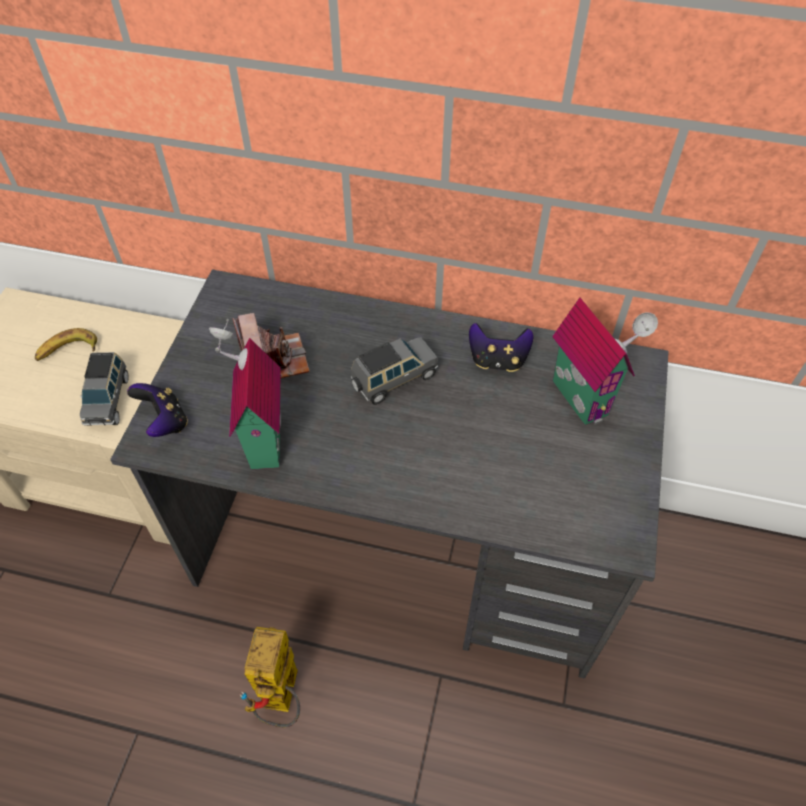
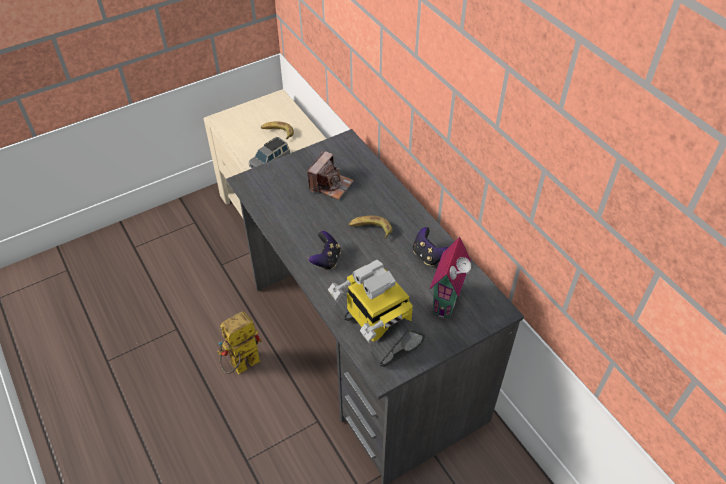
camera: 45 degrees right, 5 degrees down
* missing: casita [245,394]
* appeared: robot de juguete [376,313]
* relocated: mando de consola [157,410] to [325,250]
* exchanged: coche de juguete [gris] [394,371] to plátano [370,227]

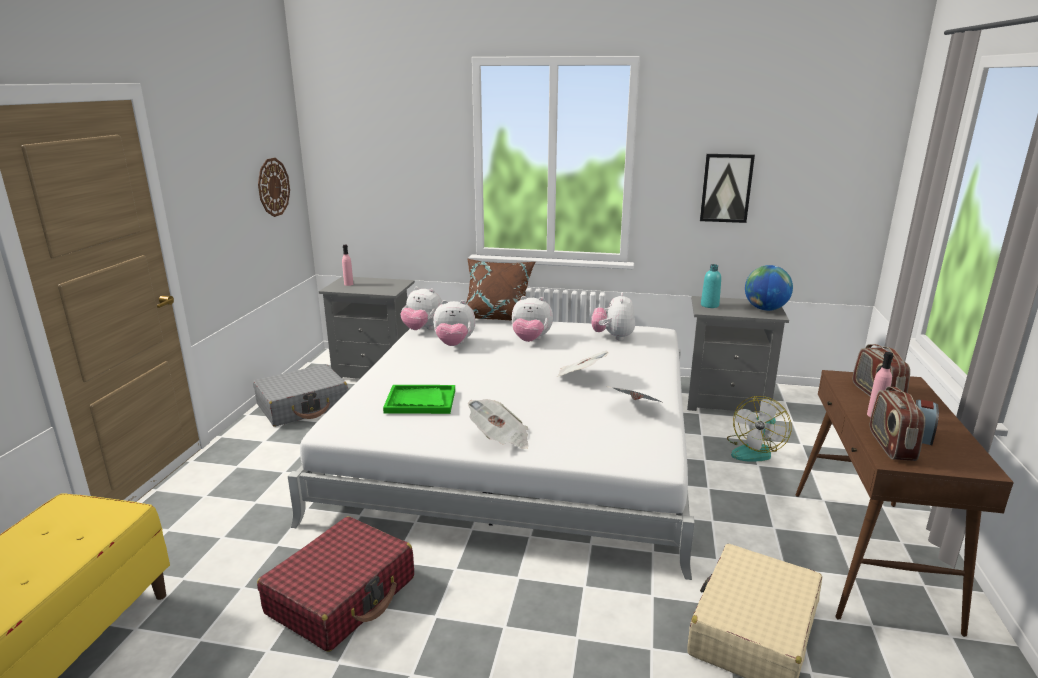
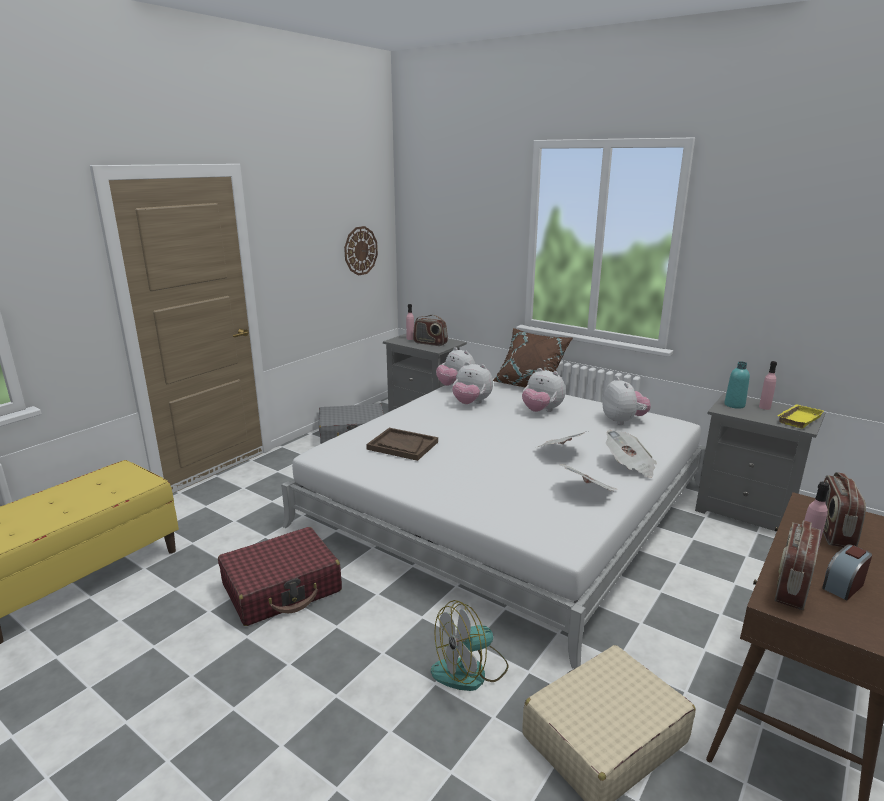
camera: 25 degrees right, 0 degrees up
* missing: cuadro [727,188]
* appeared: radio [430,330]
* appeared: botella [rosa] [768,385]
* relocated: periódico [498,424] to [631,454]
* relocated: ventilador [759,429] to [469,645]
* exchanged: globo terráqueo [769,288] to bandeja [amarillo] [800,416]
* colour: bandeja [verde] [419,399] to bandeja [marrón] [402,444]
* spun: peluche [613,316] = [626,401] 135 degrees clockwise

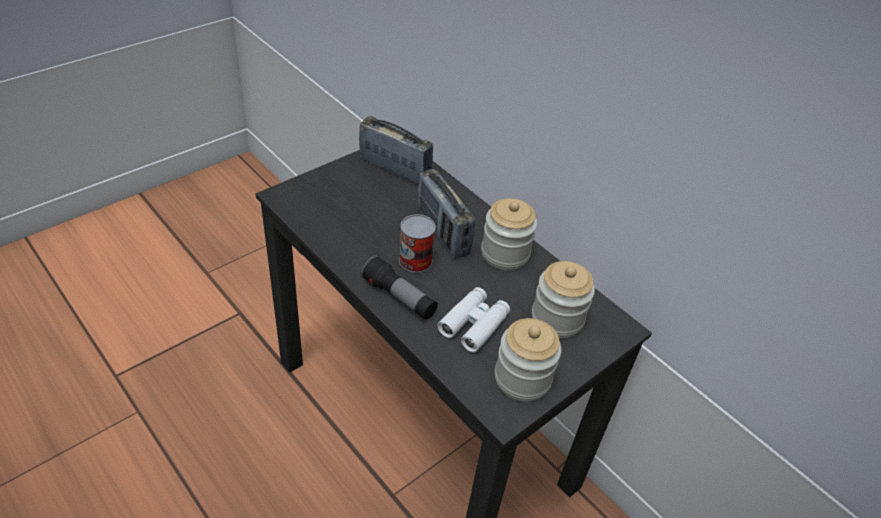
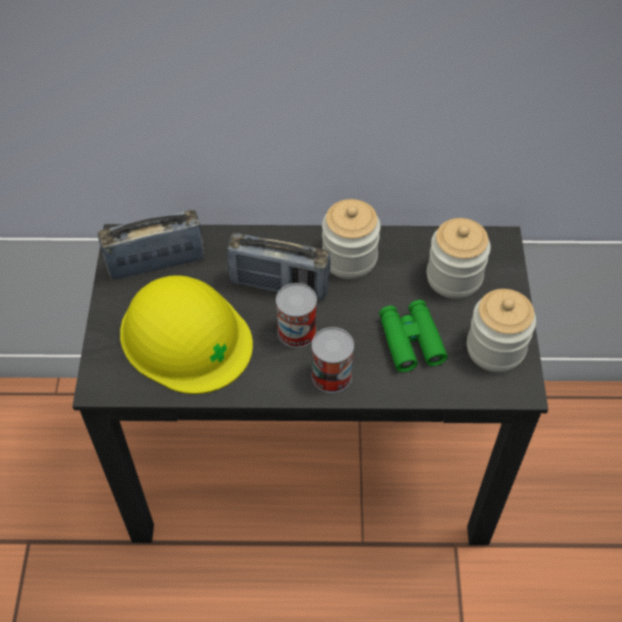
camera: 45 degrees left, 10 degrees up
* appeared: casco [amarillo] [186,334]
* exchanged: linterna [399,287] to lata [333,360]
* colour: prismáticos [blanco] [473,319] to prismáticos [verde] [413,336]

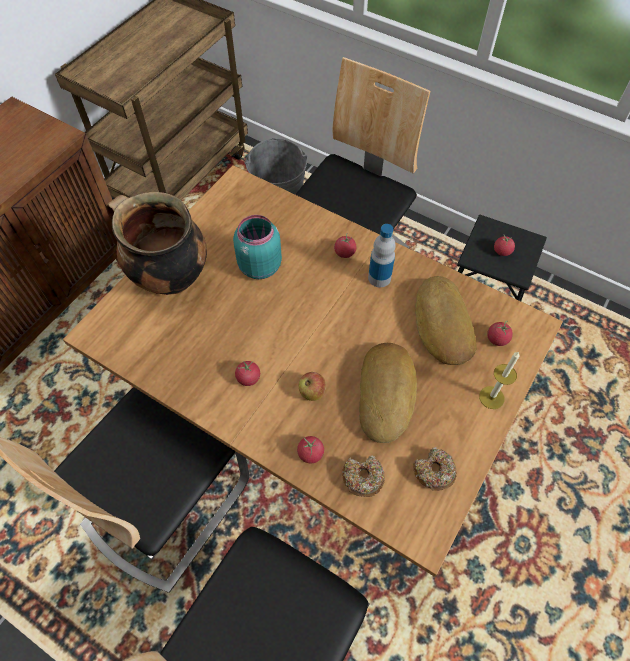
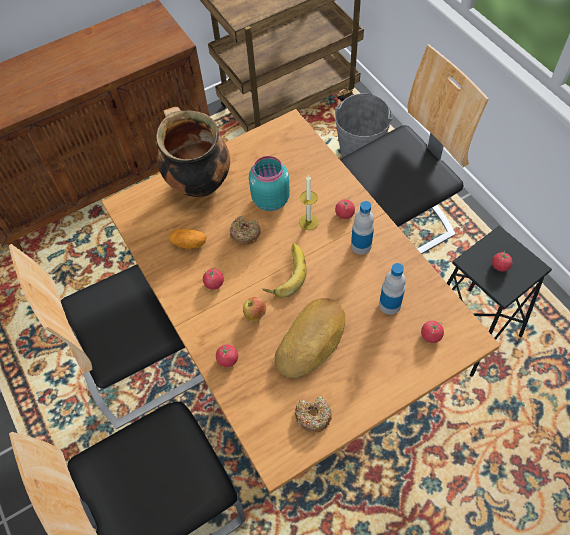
camera: 30 degrees right, 0 degrees up
* appeared: patata [188,239]
* appeared: plátano [284,270]
* relocated: rosquilla [363,476] to [245,230]
* relocated: vela [499,380] to [309,202]
* exchanged: pan [446,320] to botella [392,289]

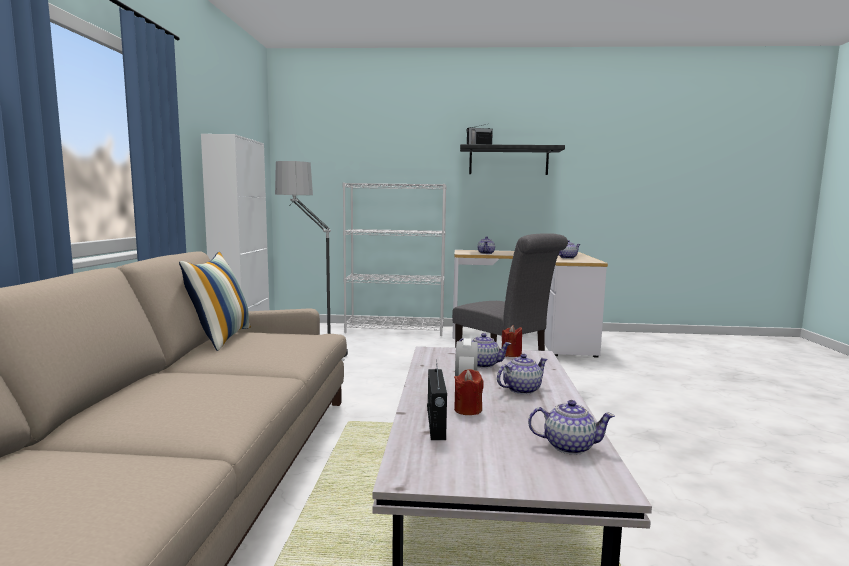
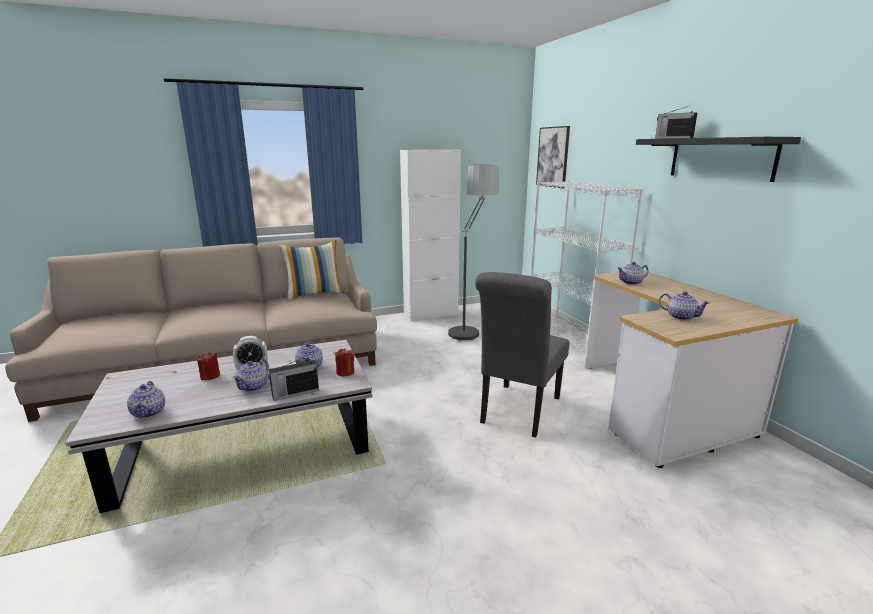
camera: 65 degrees right, 10 degrees up
* appeared: cuadro [553,157]
* relocated: radio [437,400] to [293,378]
* spun: tetera [522,374] = [251,375] 75 degrees clockwise

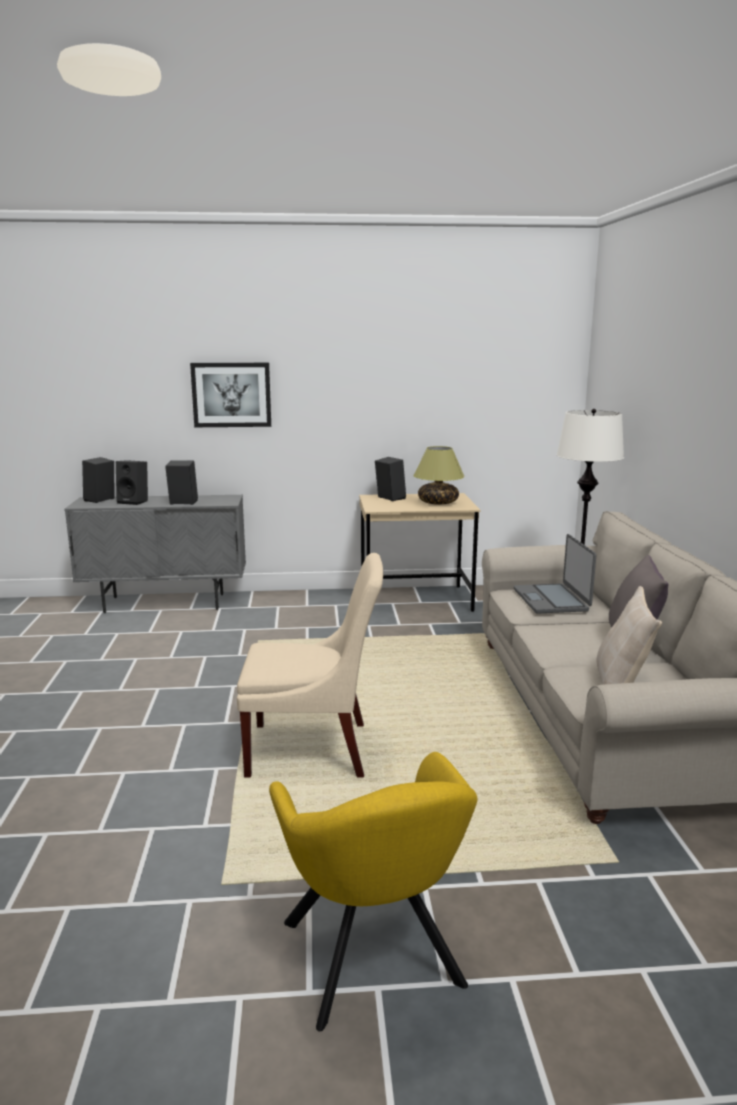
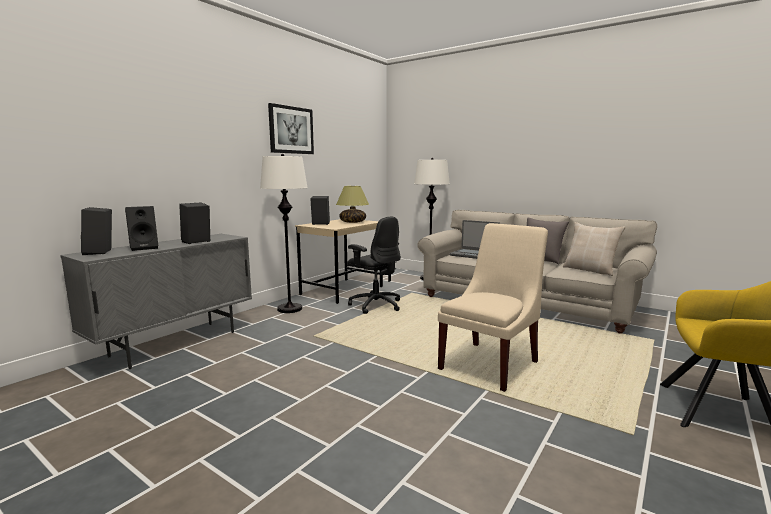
camera: 50 degrees left, 5 degrees down
* appeared: lámpara de pie [blanco] [284,233]
* appeared: silla de oficina [negro] [374,265]
* relocated: cuadro [230,395] to [291,128]

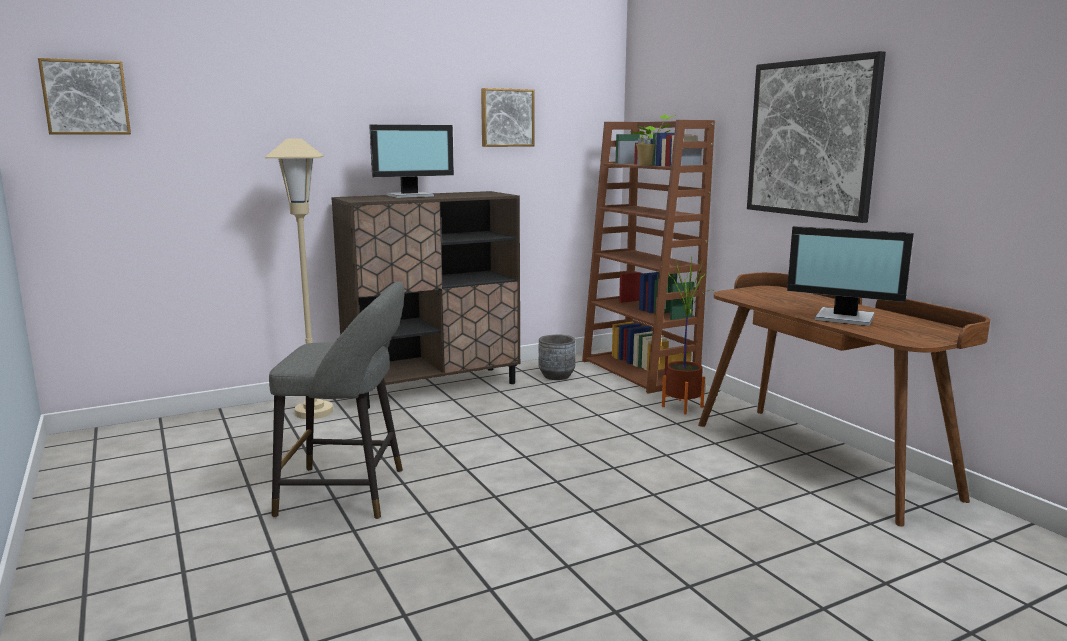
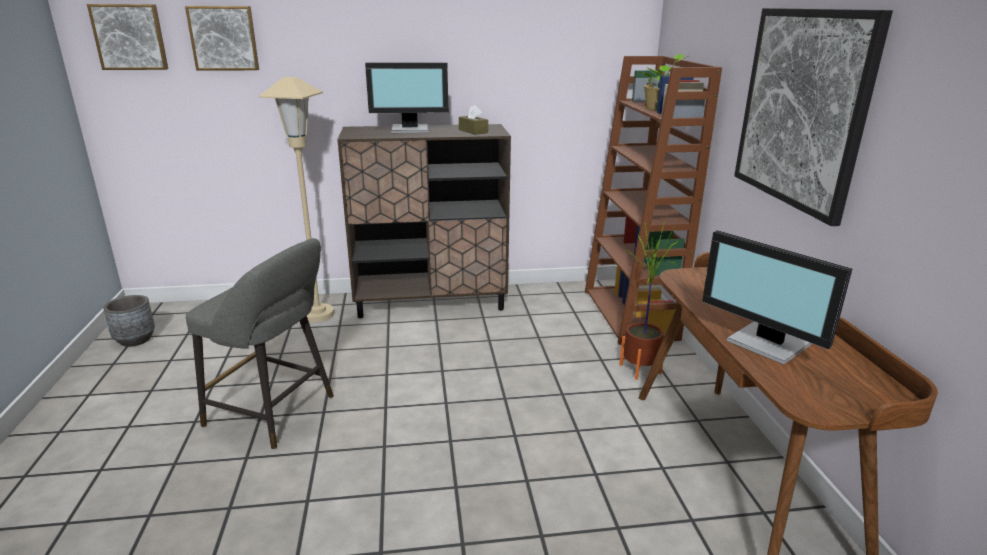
camera: 20 degrees right, 10 degrees up
* appeared: caja de pañuelos [marrón] [473,120]
* relocated: cuadro [507,117] to [222,38]
* relocated: maceta [gris] [557,357] to [129,321]

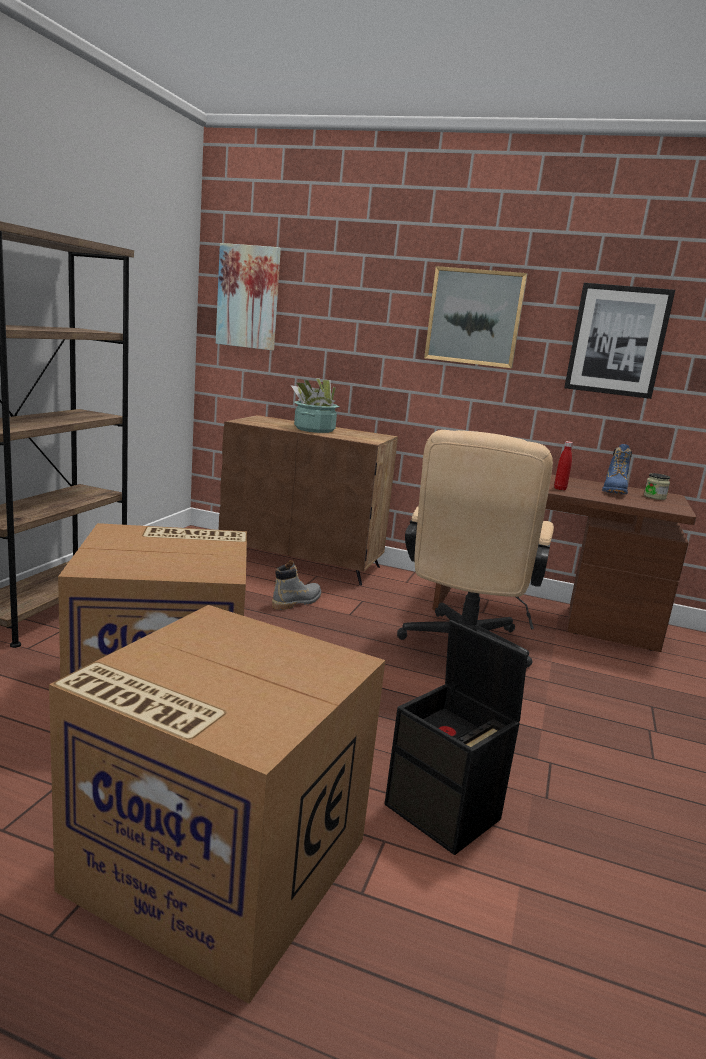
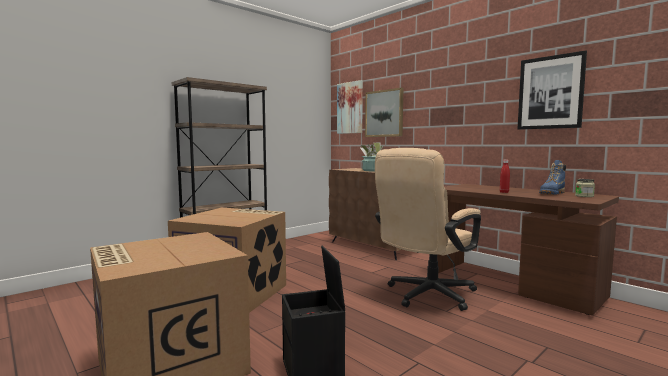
camera: 30 degrees right, 10 degrees down
* missing: bota [gris] [296,585]
* relocated: cuadro [475,317] to [384,112]

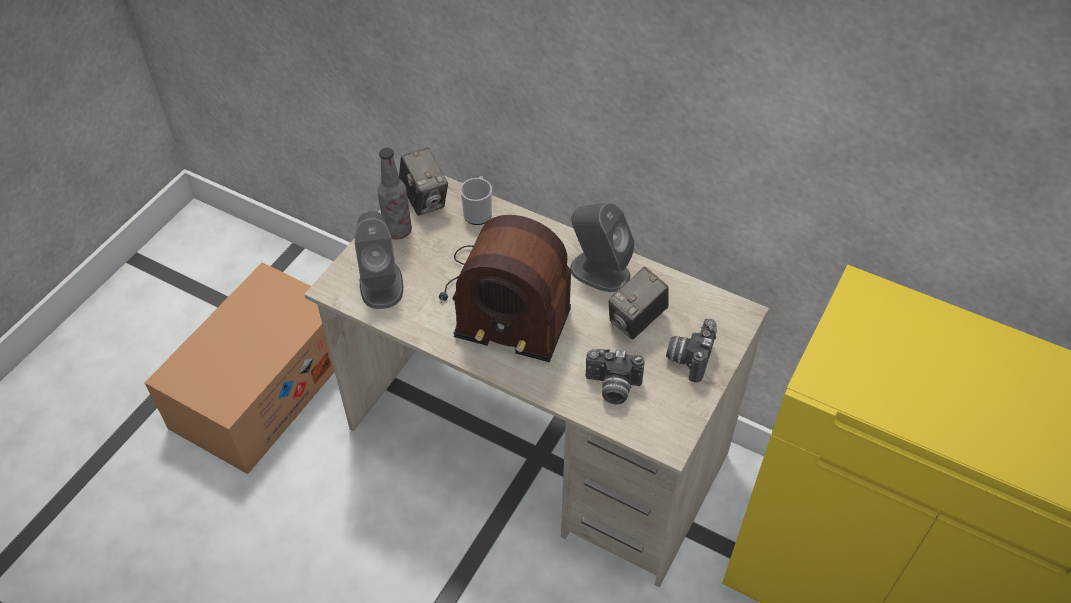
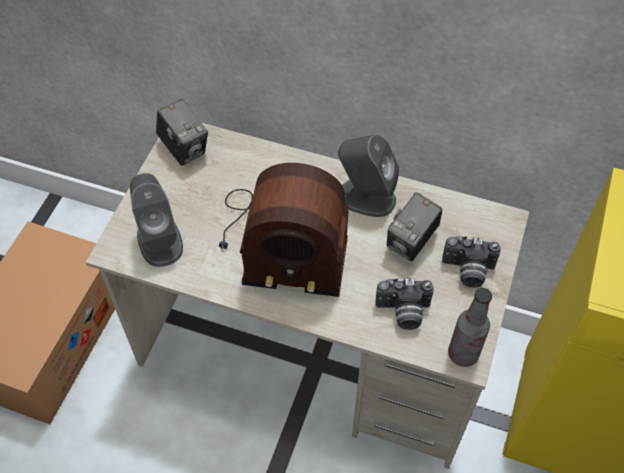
camera: 10 degrees left, 5 degrees up
* missing: taza grande [476,200]
* relocated: botella [394,194] to [470,327]
* spun: cámara [691,351] = [471,262] 90 degrees counterclockwise

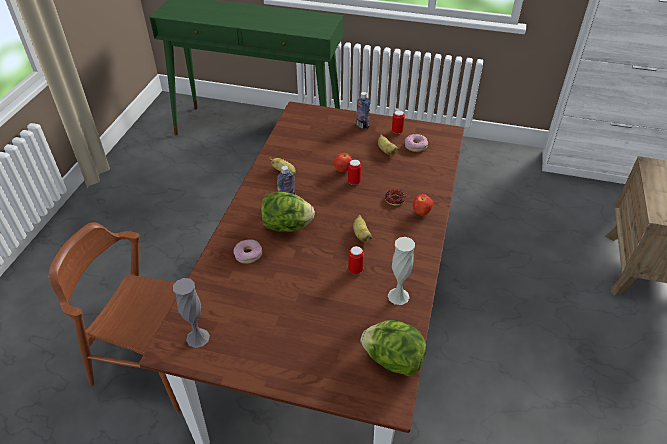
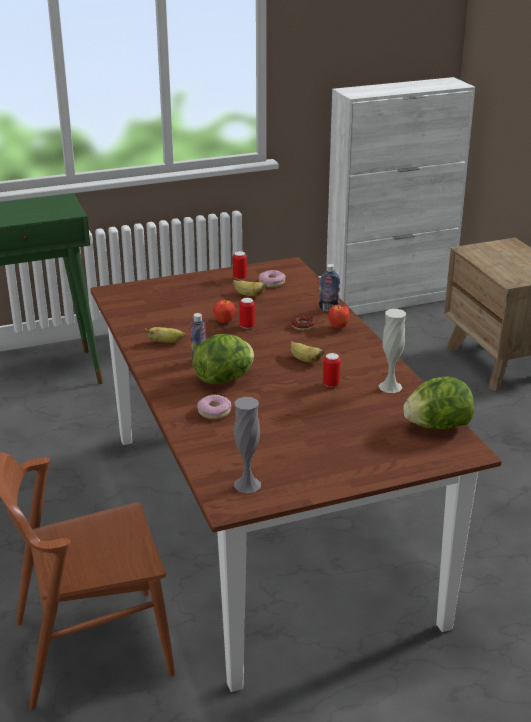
camera: 35 degrees left, 15 degrees down
* relocated: botella [363,110] to [329,287]

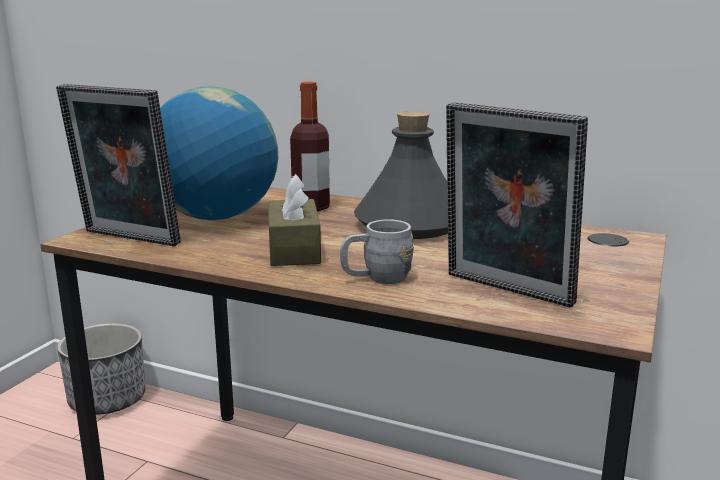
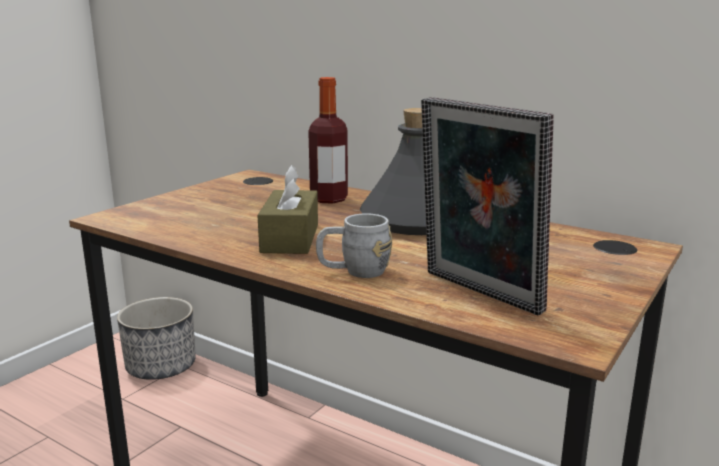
camera: 10 degrees right, 0 degrees up
* missing: portarretratos [118,165]
* missing: globo terráqueo [219,153]

